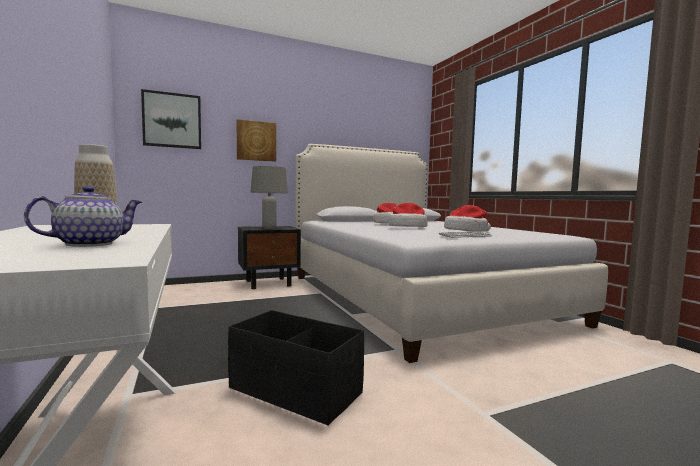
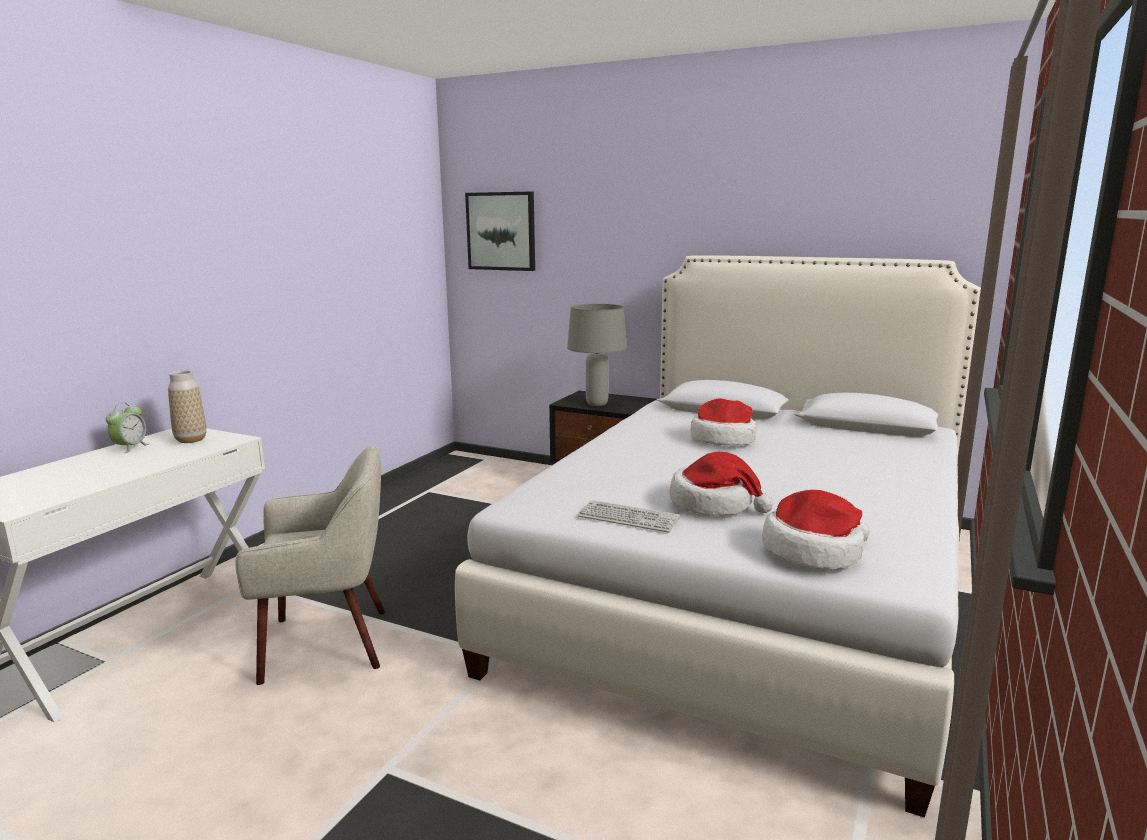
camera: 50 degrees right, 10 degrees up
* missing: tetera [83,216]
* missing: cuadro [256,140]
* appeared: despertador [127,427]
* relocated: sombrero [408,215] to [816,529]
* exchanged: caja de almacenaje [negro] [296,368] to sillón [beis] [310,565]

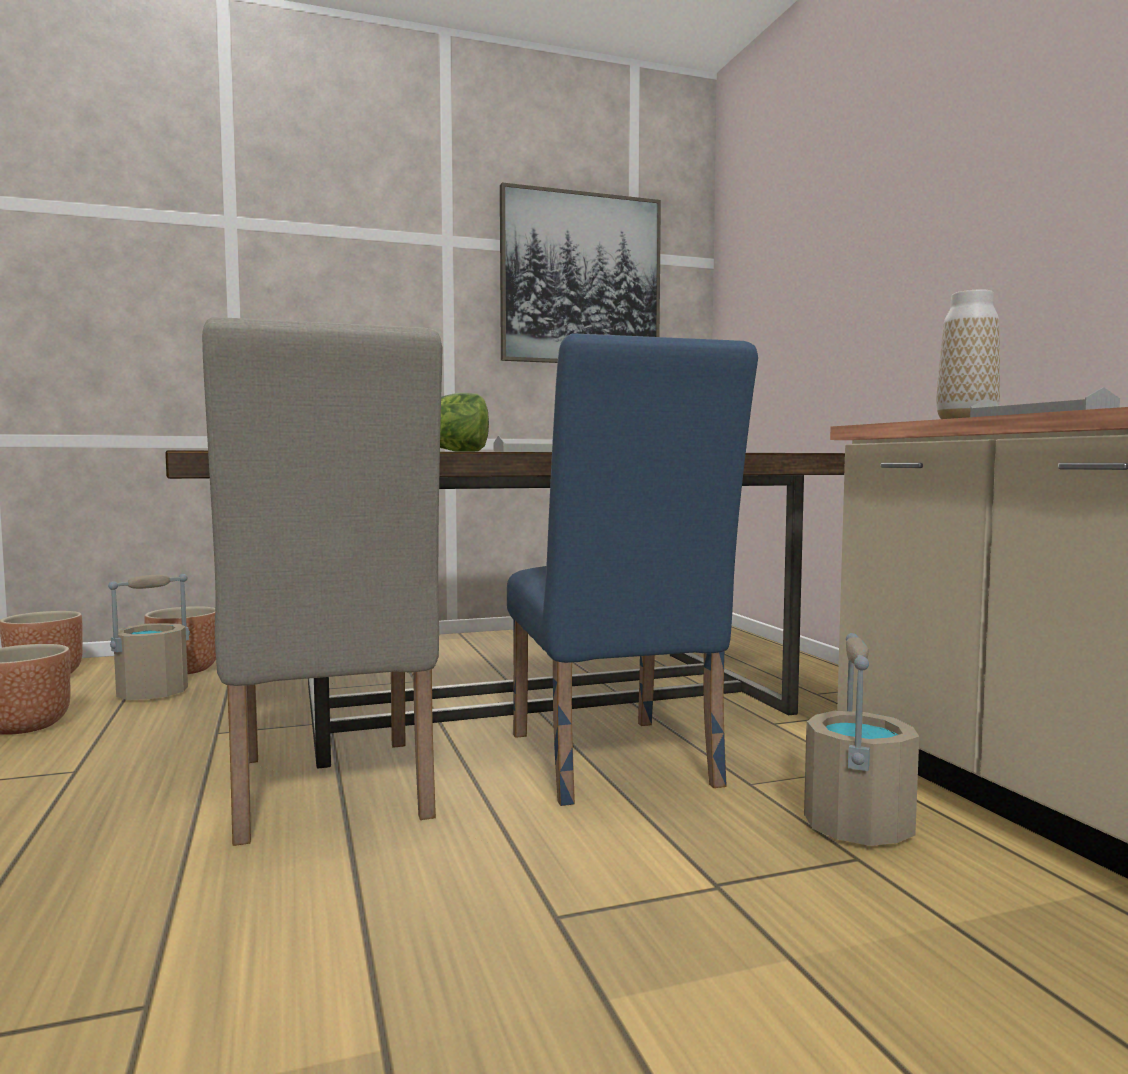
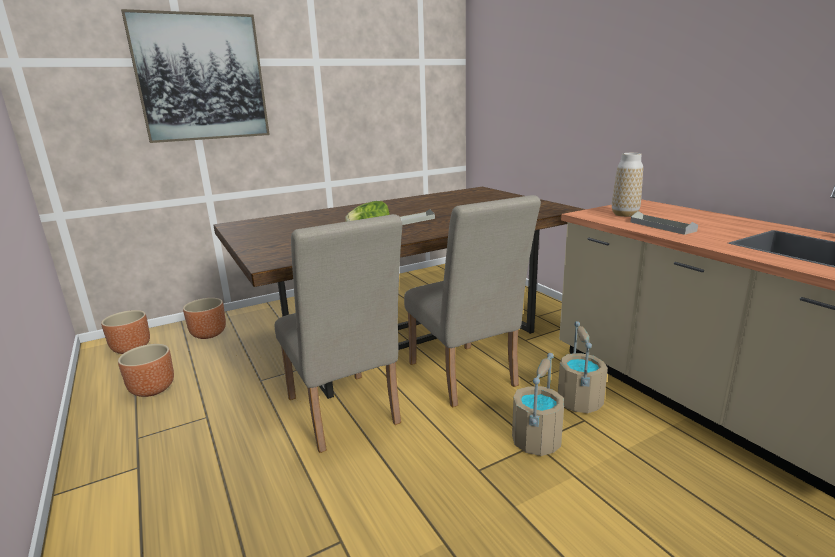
camera: 10 degrees left, 15 degrees up
* relocated: cubo [beis] [149,637] to [538,404]
* relocated: cuadro [580,273] to [195,76]
* colour: silla [azul] [632,569] to silla [beis] [472,301]

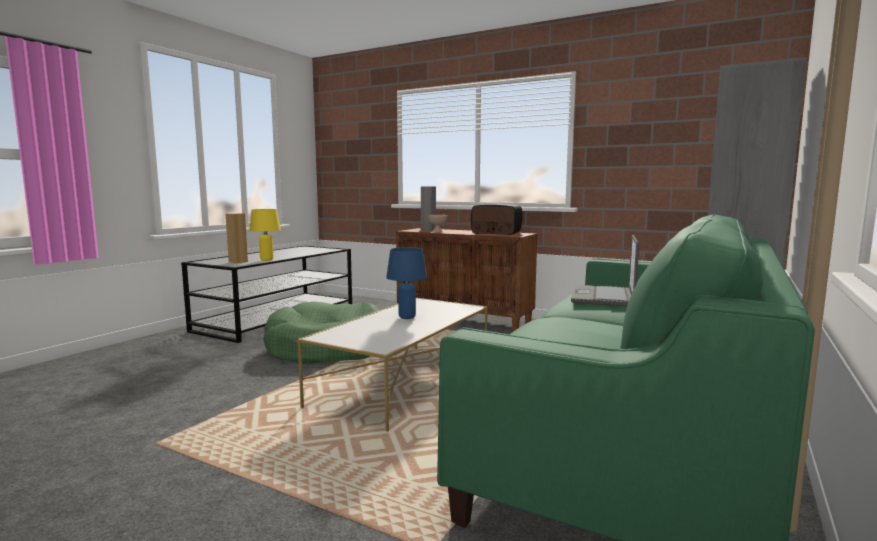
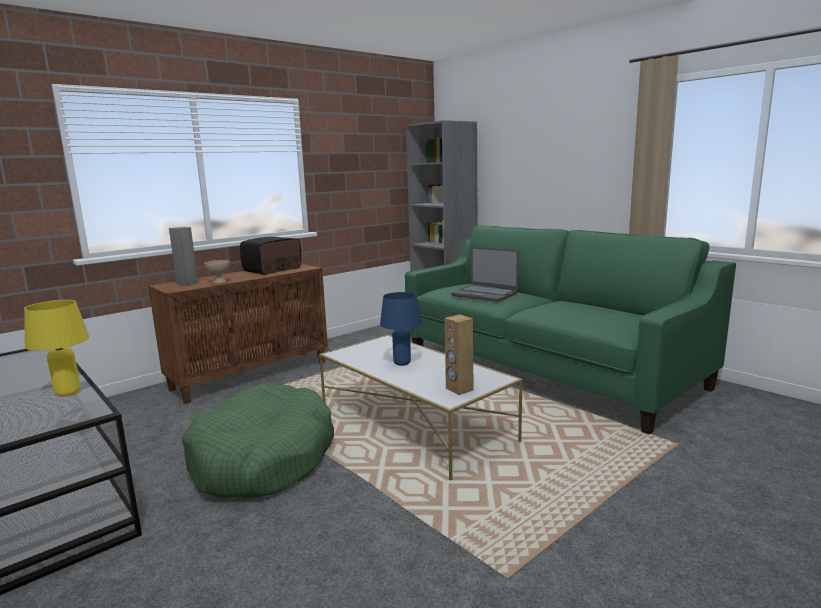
camera: 70 degrees left, 5 degrees up
* relocated: altavoz [marrón] [237,238] to [459,354]

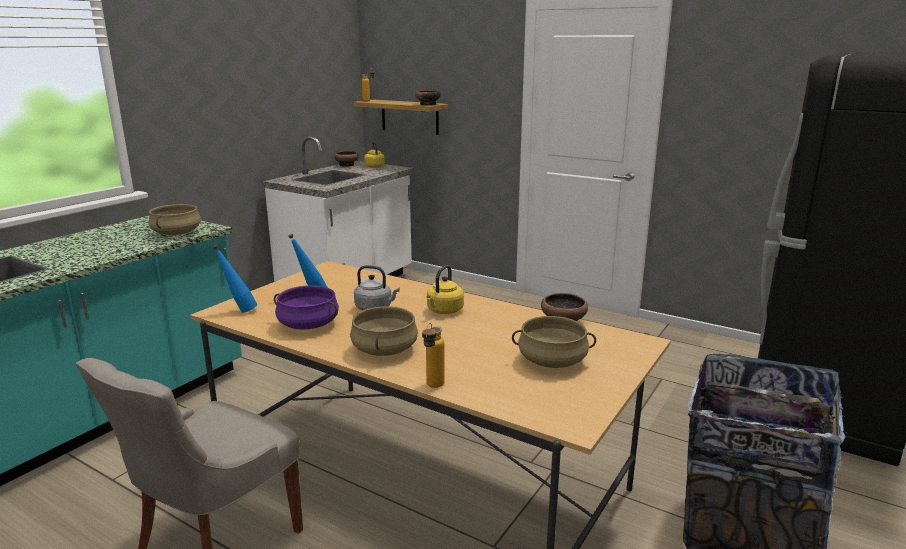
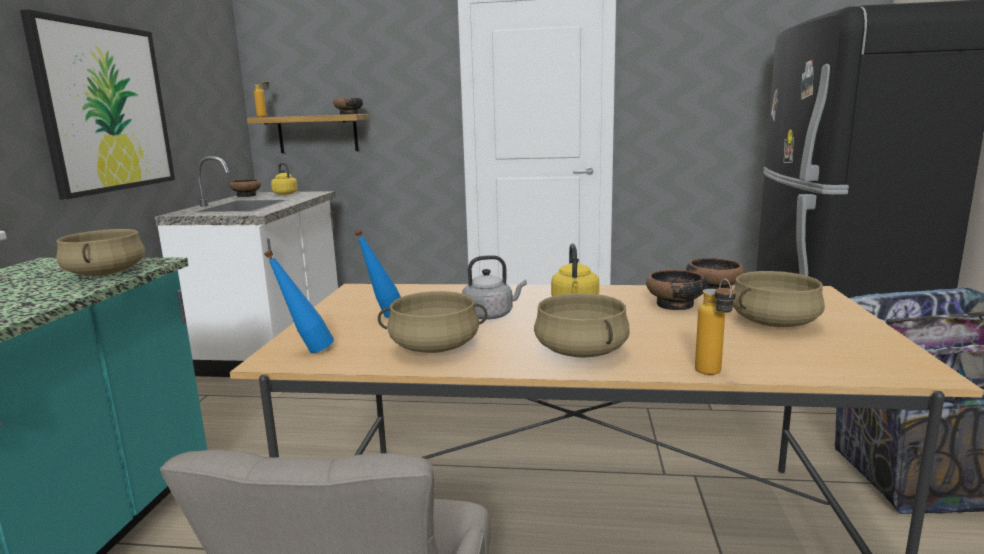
camera: 25 degrees left, 5 degrees down
* appeared: cuadro [97,104]
* appeared: cuenco [676,290]
* colour: olla [morado] [306,307] to olla [beis] [432,322]

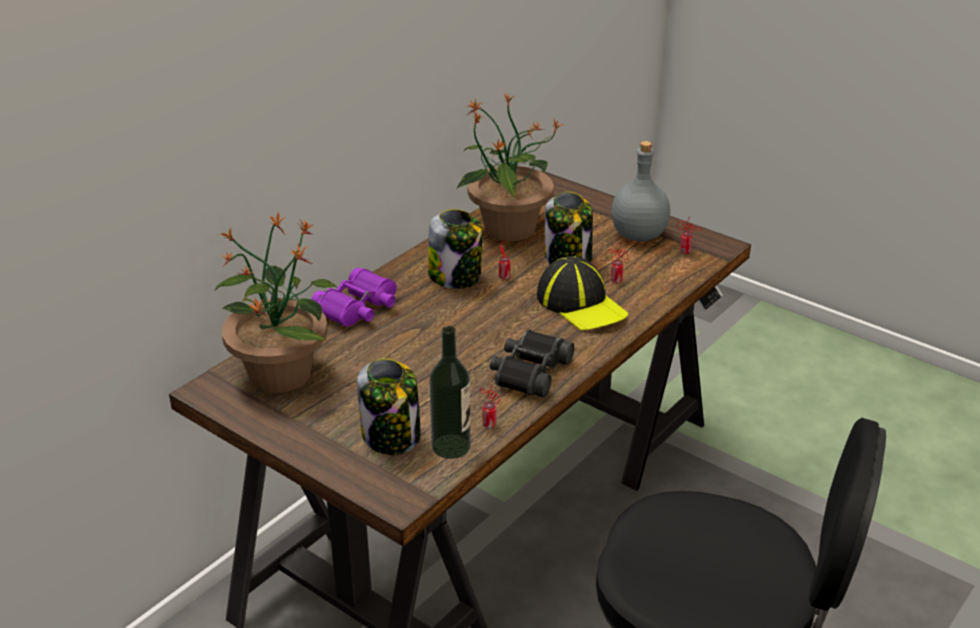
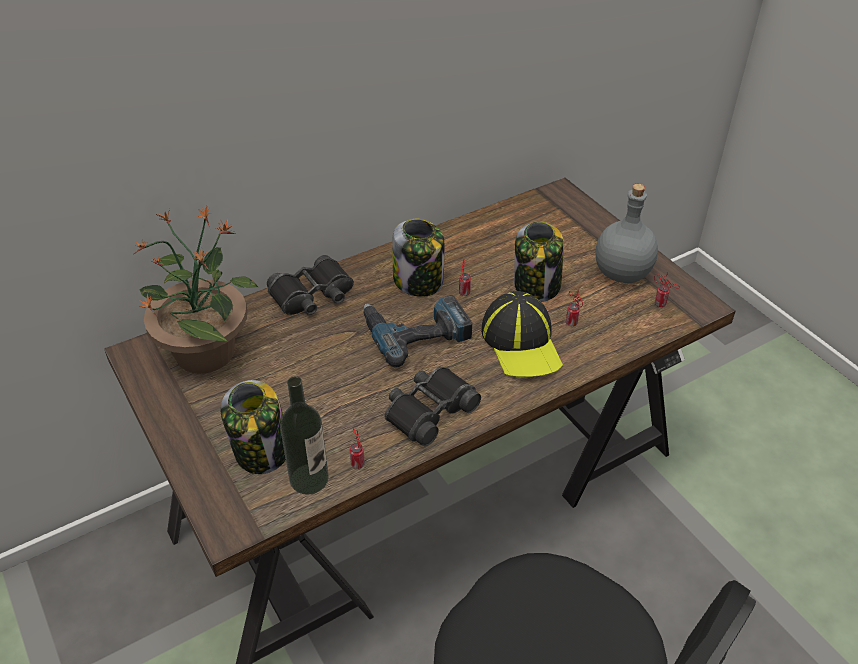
camera: 20 degrees right, 10 degrees up
* missing: planta en maceta [509,166]
* appeared: taladro [417,331]
* colour: prismáticos [morado] [354,297] to prismáticos [negro] [310,285]

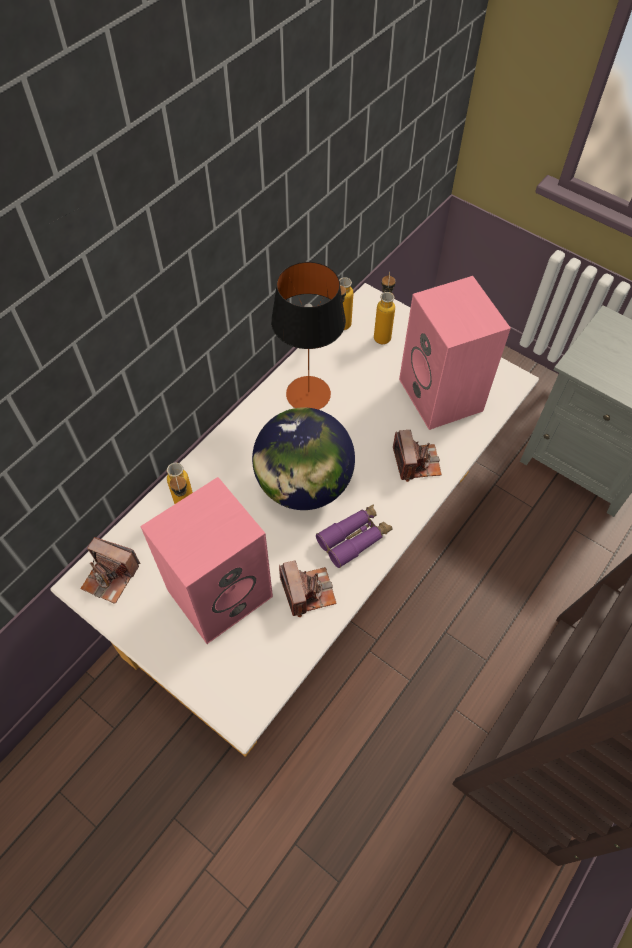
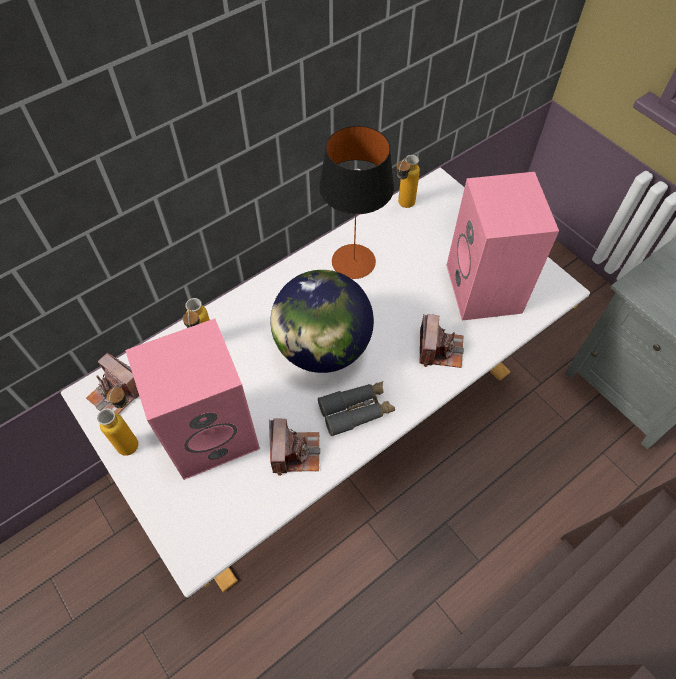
camera: 15 degrees right, 0 degrees up
* relocated: botella [384,308] to [117,420]
* colour: prismáticos [morado] [354,536] to prismáticos [gris] [356,409]

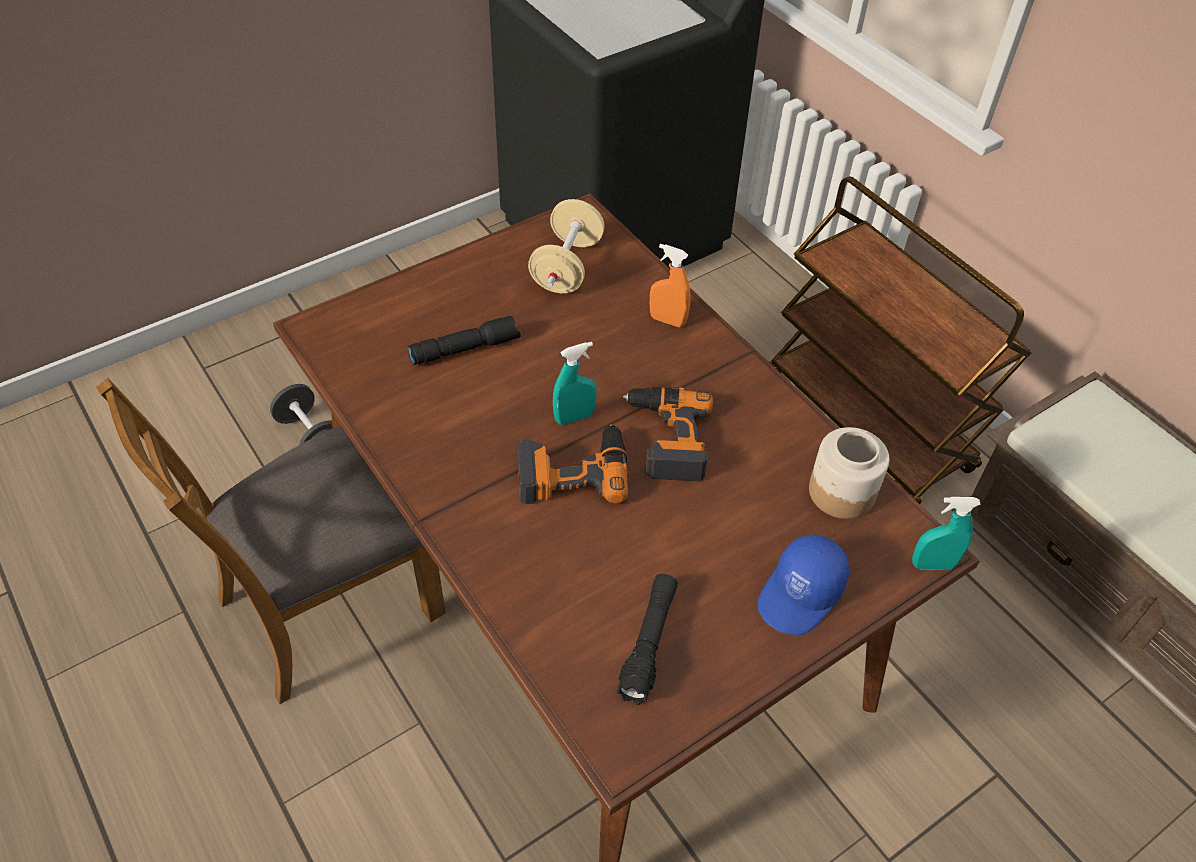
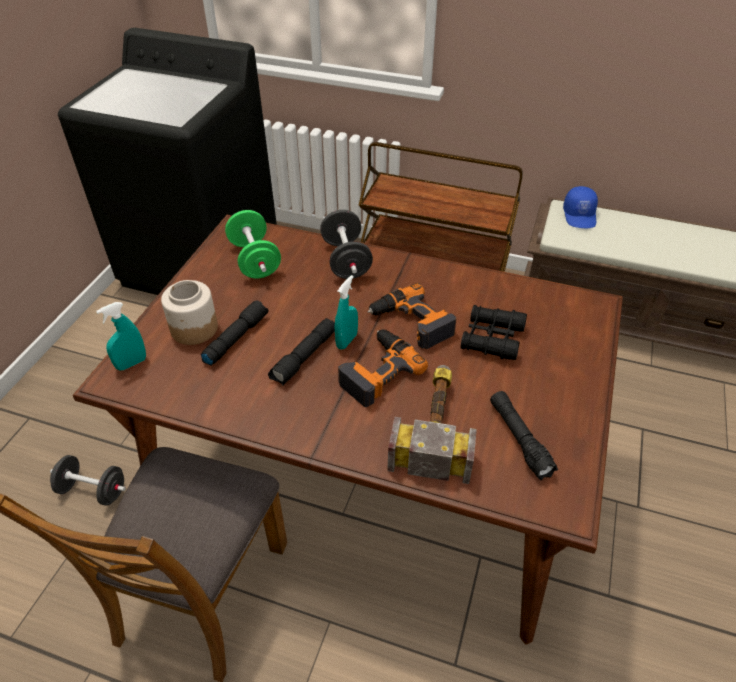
camera: 35 degrees left, 5 degrees down
* appeared: linterna [negro] [301,352]
* appeared: martillo [432,424]
* appeared: prismáticos [negro] [494,332]
* relocated: gorra [azul] [803,585] to [580,207]
* relocated: tarro [849,473] to [189,312]
* relocated: pulverizador [turquesa] [946,533] to [121,336]
* exchanged: pulverizador [naranja] [670,285] to mancuerna [negro] [346,244]
* colour: mancuerna [beis] [566,246] to mancuerna [verde] [253,244]

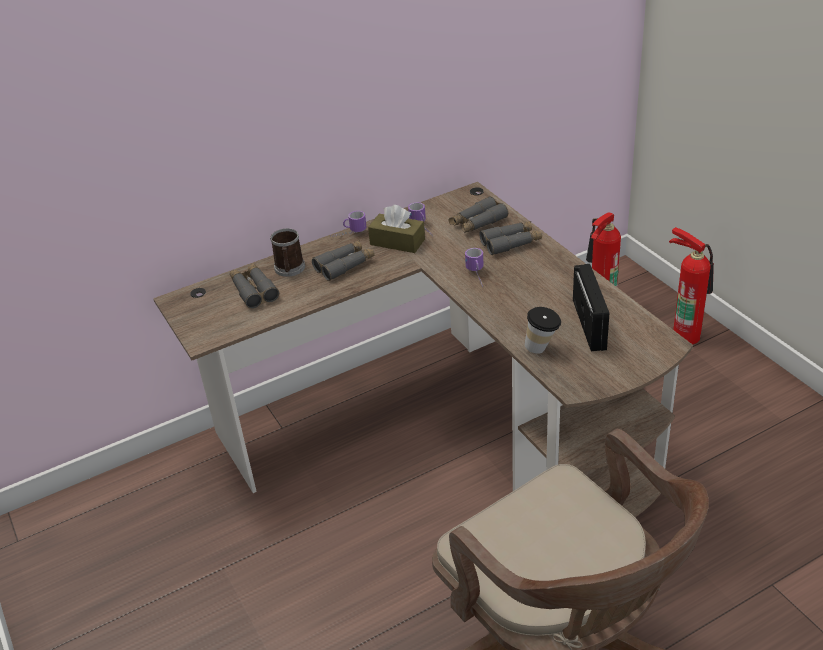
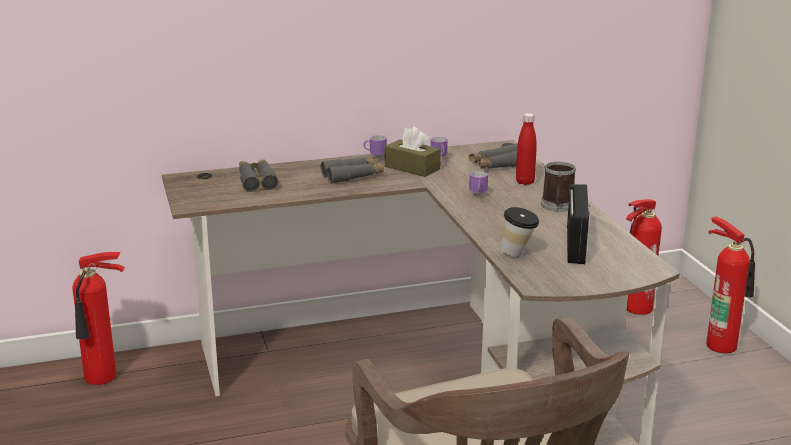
camera: 10 degrees right, 15 degrees down
* appeared: extintor [98,318]
* relocated: taza grande [287,252] to [558,187]
* exchanged: prismáticos [gris] [511,238] to botella [rojo] [526,149]

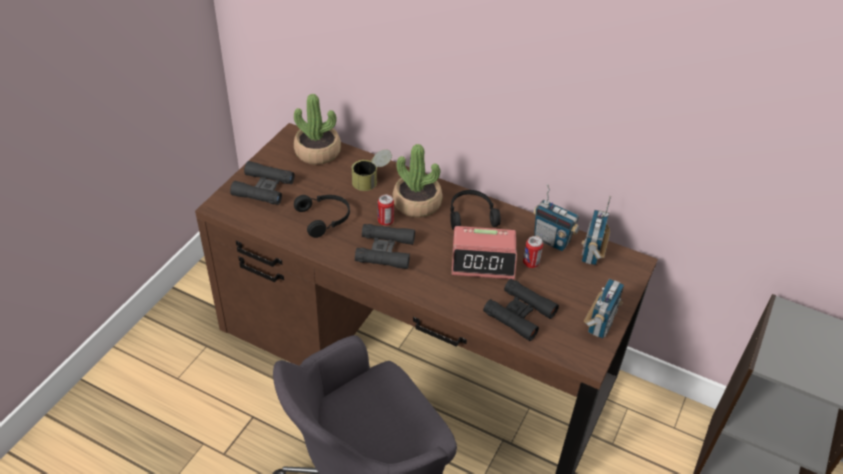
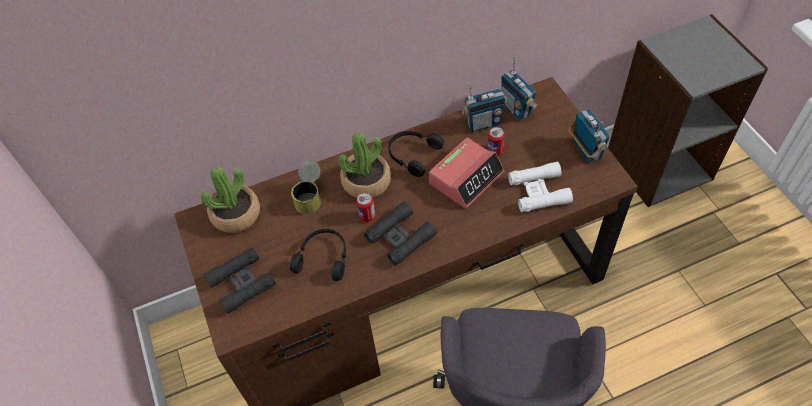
camera: 45 degrees left, 10 degrees up
* colour: prismáticos [negro] [521,310] to prismáticos [blanco] [540,187]

